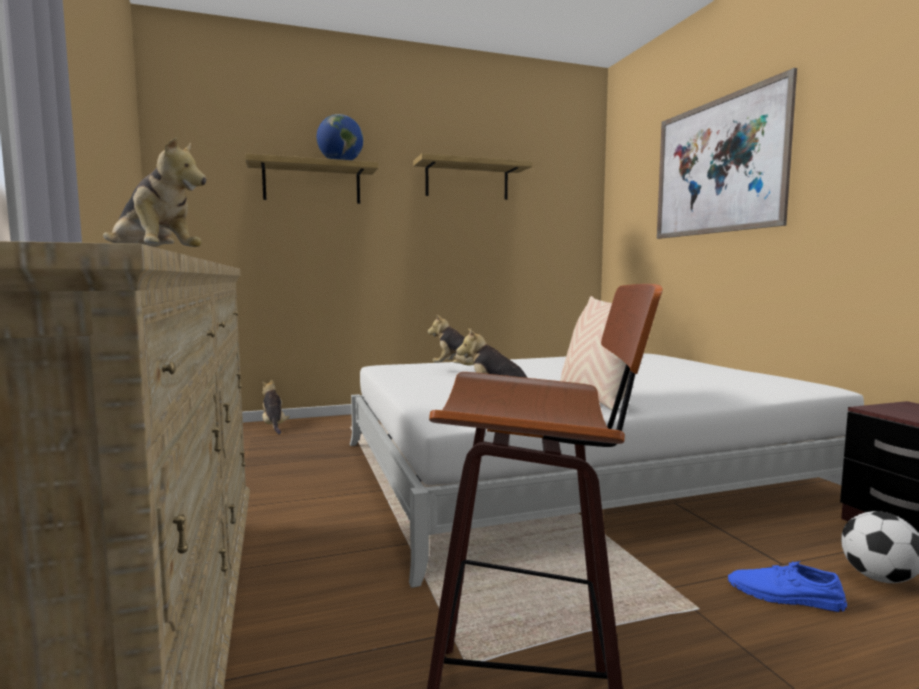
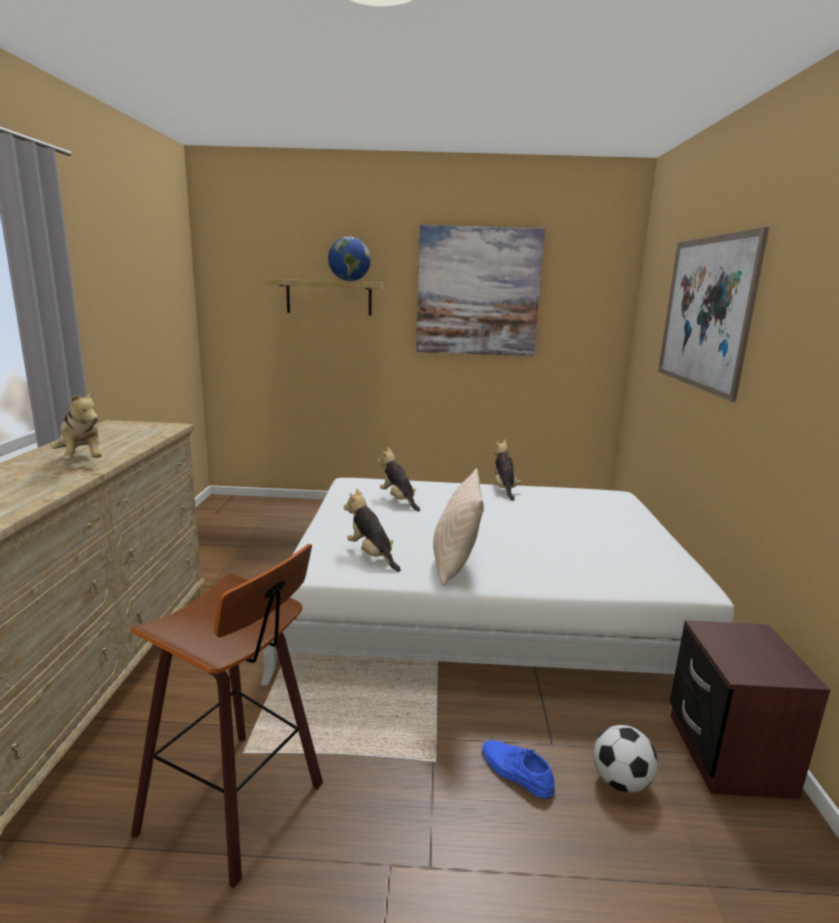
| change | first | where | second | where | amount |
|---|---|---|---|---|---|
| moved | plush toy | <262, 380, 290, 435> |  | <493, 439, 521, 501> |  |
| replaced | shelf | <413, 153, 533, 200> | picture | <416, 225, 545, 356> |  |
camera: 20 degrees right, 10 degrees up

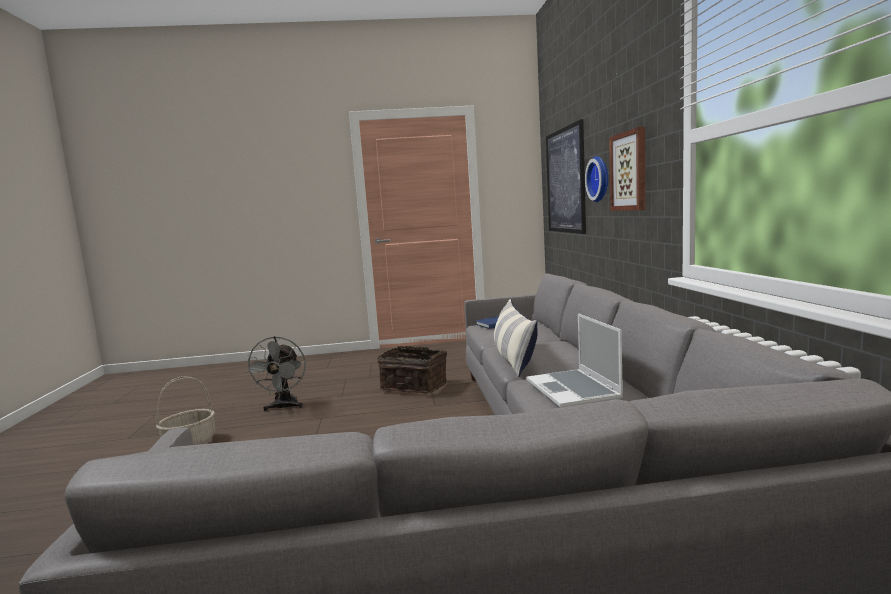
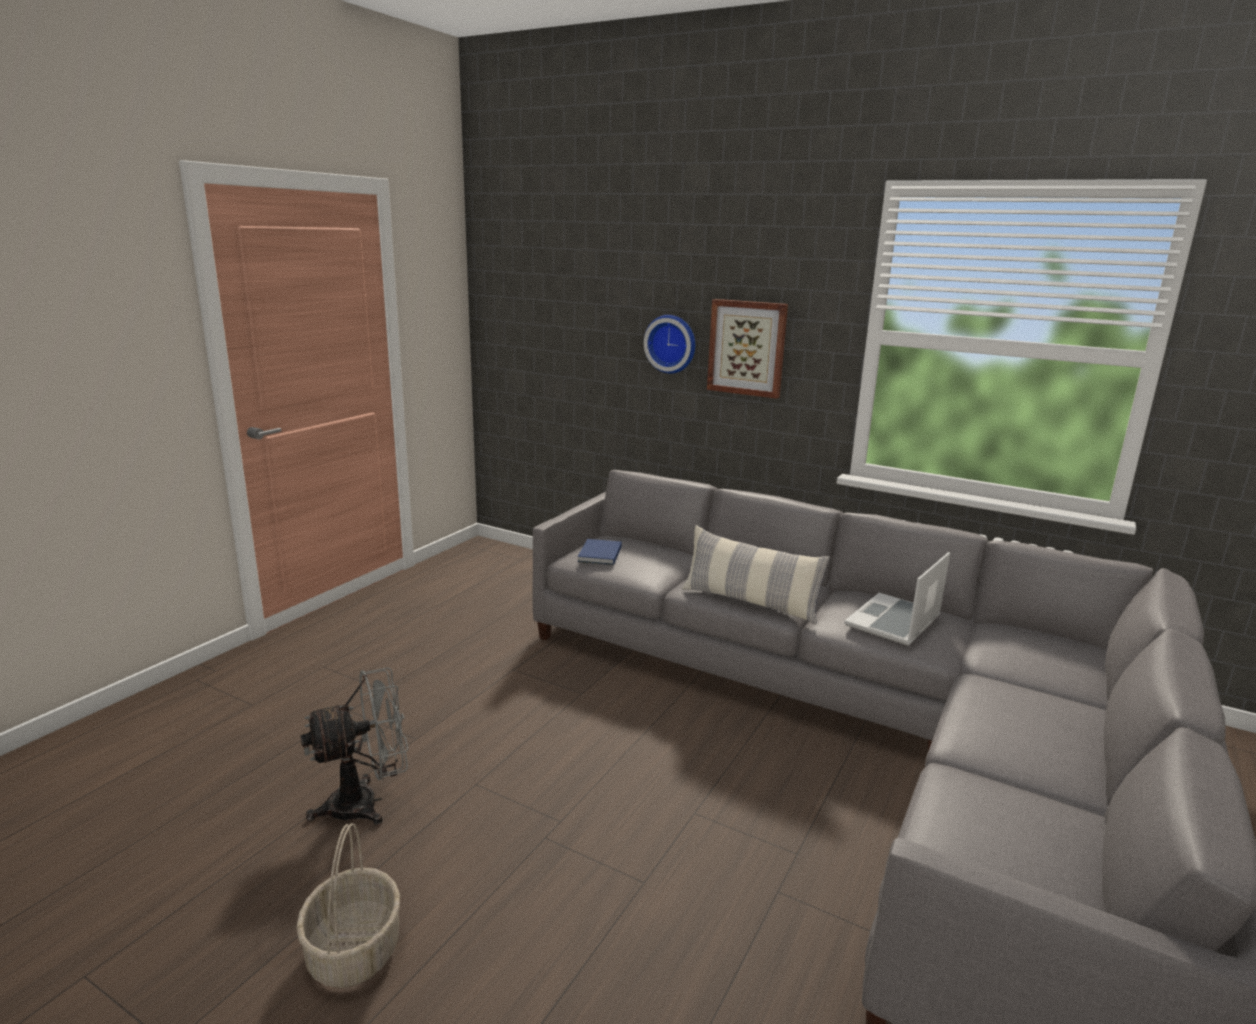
| change | first | where | second | where | amount |
|---|---|---|---|---|---|
| removed | basket | <378, 346, 447, 393> |  |  |  |
| removed | picture | <546, 119, 586, 234> |  |  |  |
| turned | grey fan | <245, 336, 306, 411> |  | <300, 668, 408, 826> | 60 degrees counterclockwise |
| turned | laptop | <526, 313, 623, 407> |  | <844, 552, 950, 646> | 105 degrees clockwise |
camera: 55 degrees left, 10 degrees up

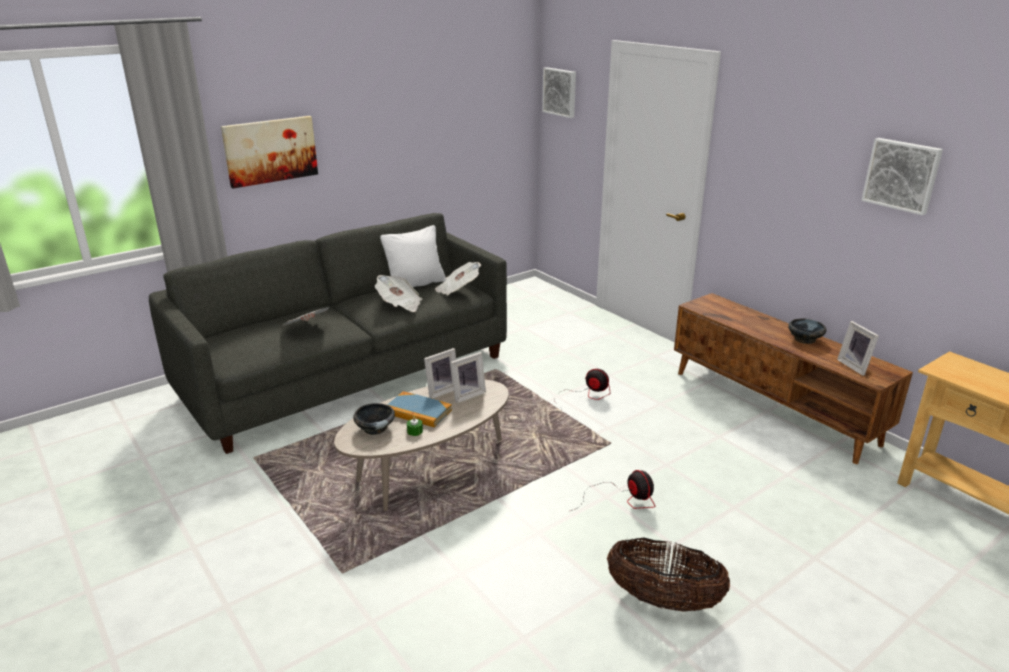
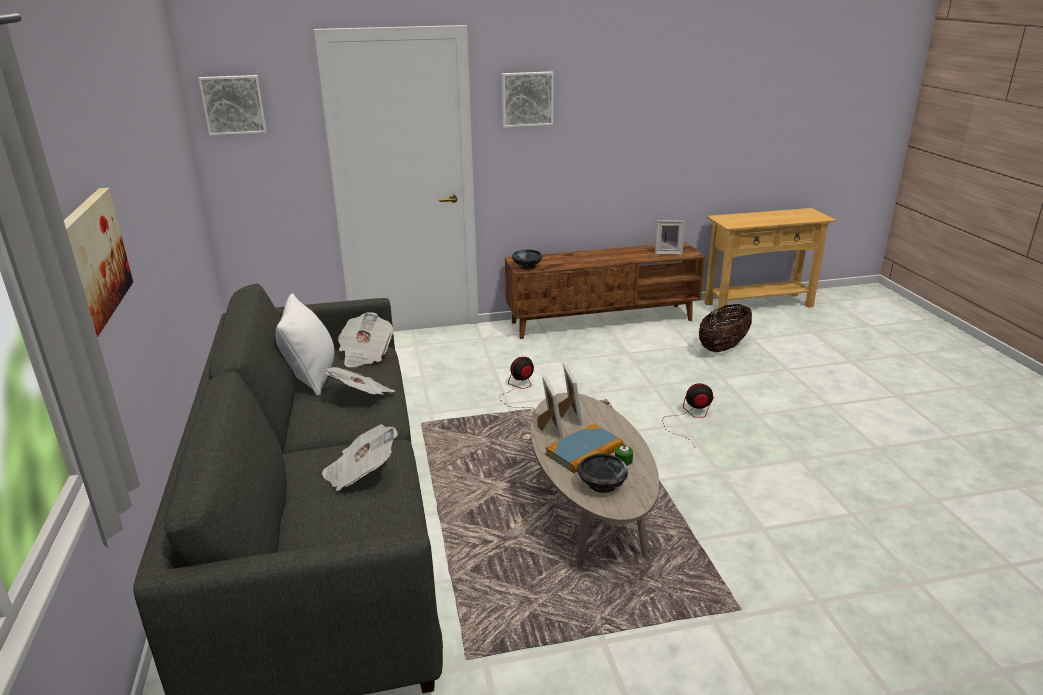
| change | first | where | second | where | amount |
|---|---|---|---|---|---|
| moved | basket | <607, 537, 730, 612> |  | <699, 304, 752, 352> |  |
| moved | black bowl | <788, 318, 827, 344> |  | <512, 249, 542, 270> |  |
| moved | picture | <861, 138, 943, 215> |  | <502, 71, 554, 128> |  |
camera: 65 degrees left, 0 degrees up

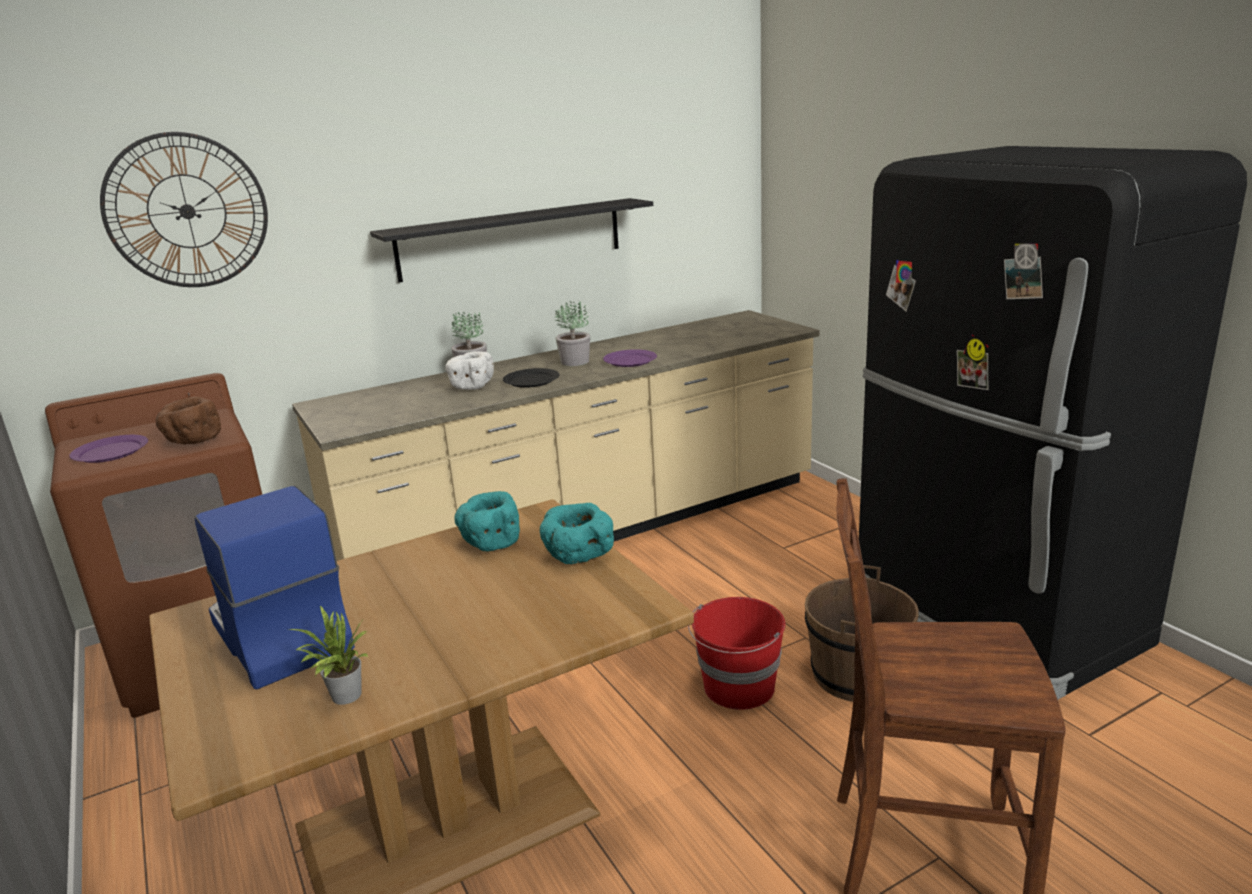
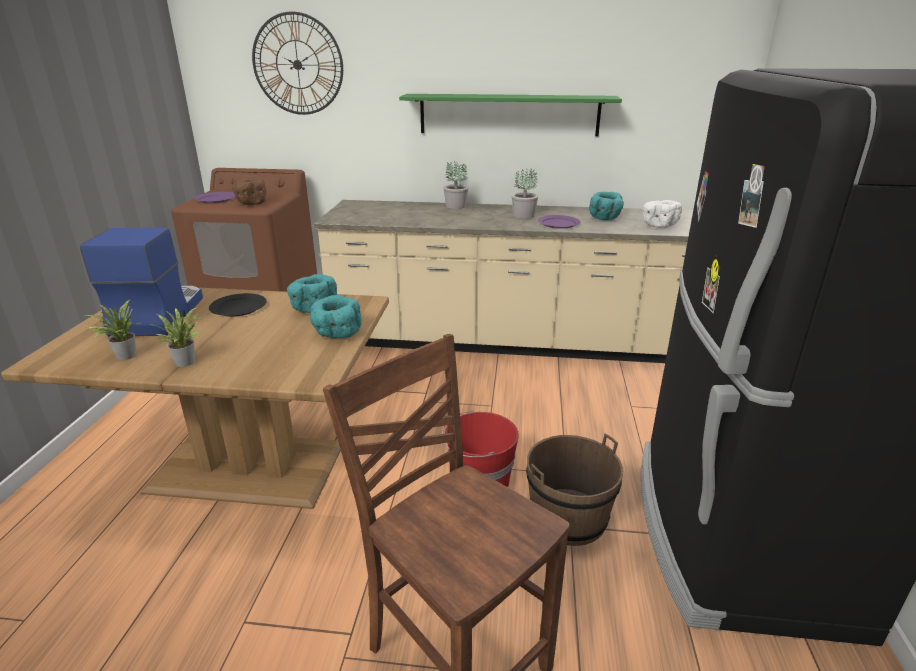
| change | first | where | second | where | amount |
|---|---|---|---|---|---|
| added |  |  | potted plant | <151, 307, 201, 367> |  |
| added |  |  | turquoise bowl | <589, 192, 624, 220> |  |
| moved | white bowl | <445, 351, 494, 390> |  | <643, 200, 682, 228> |  |
| moved | black plate | <503, 368, 560, 388> |  | <209, 293, 267, 317> |  |
| recoloured | black shelf | <370, 198, 653, 283> | green shelf | <399, 94, 622, 136> |  |
camera: 35 degrees right, 5 degrees up

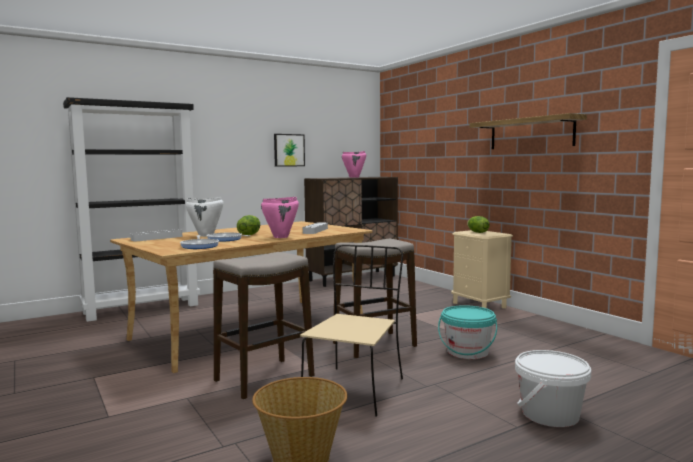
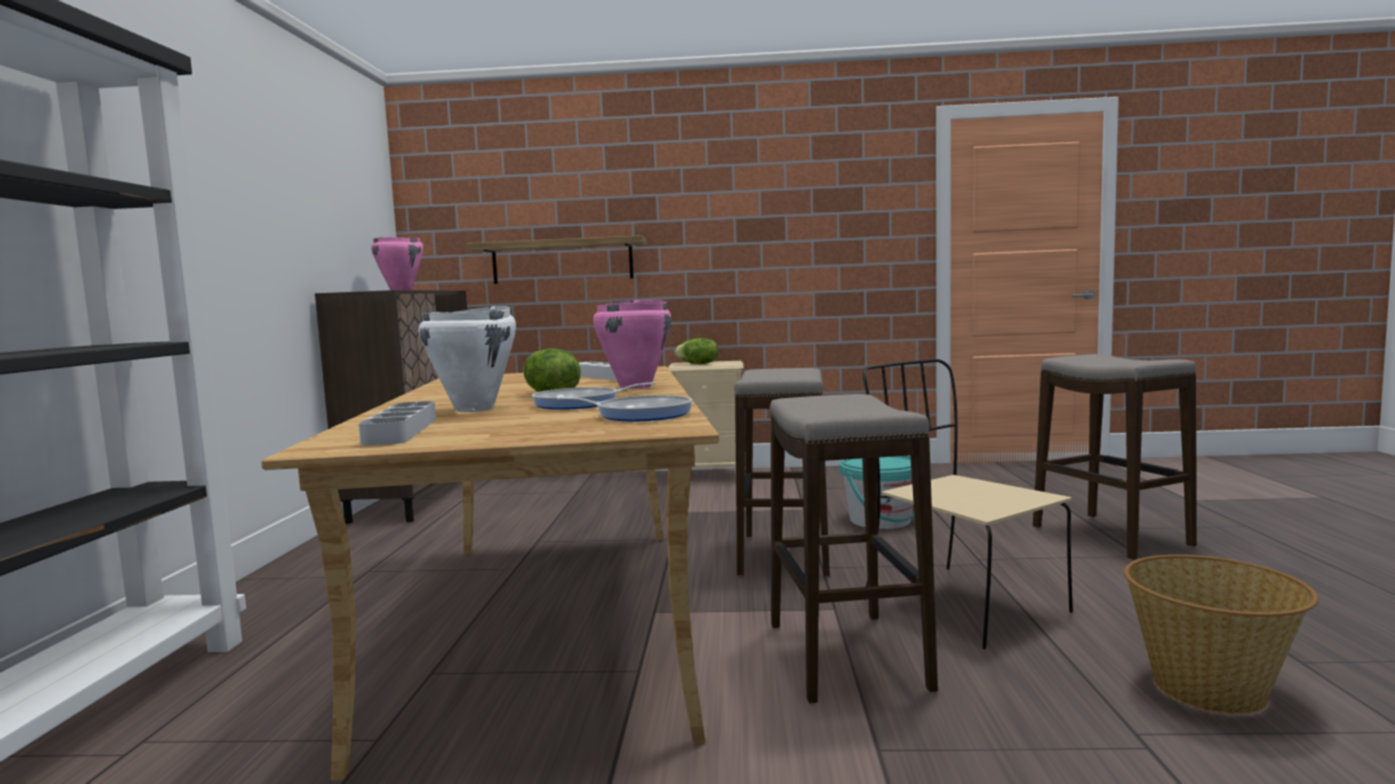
| change | first | where | second | where | amount |
|---|---|---|---|---|---|
| removed | picture | <274, 134, 305, 167> |  |  |  |
| moved | shelf | <469, 113, 587, 149> |  | <466, 235, 647, 284> |  |
| replaced | white bucket | <515, 350, 591, 427> | stool | <1033, 354, 1196, 560> |  |
camera: 55 degrees left, 0 degrees up

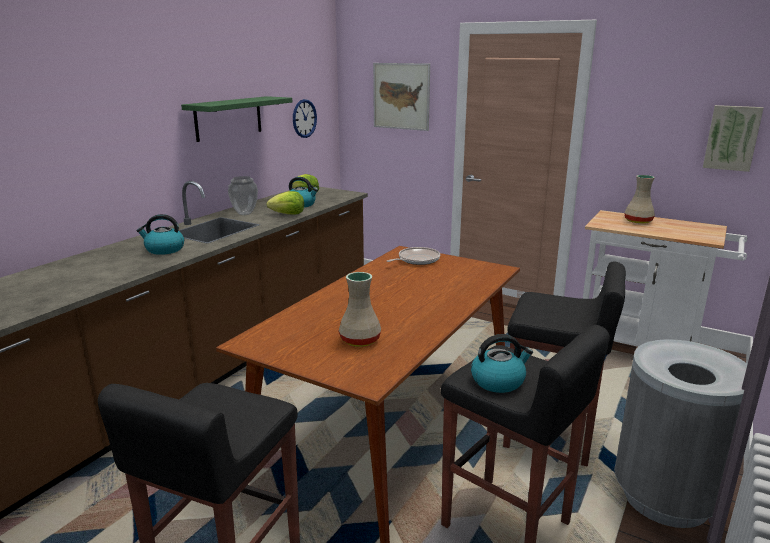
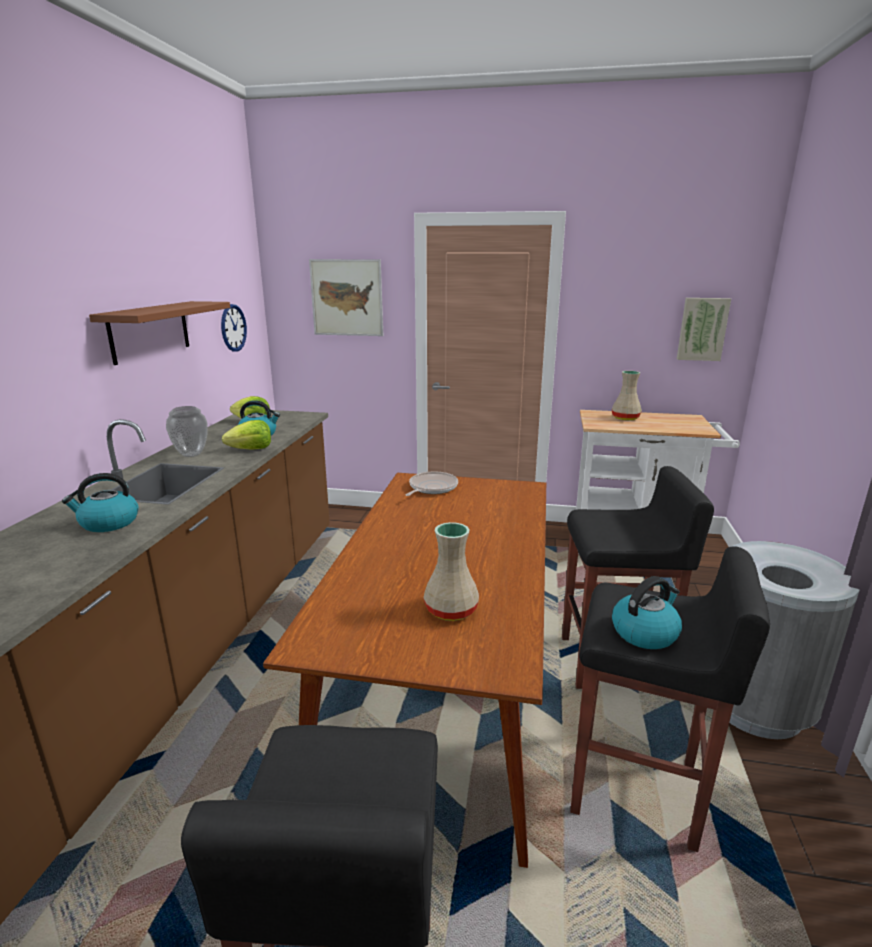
| change | first | where | second | where | amount |
|---|---|---|---|---|---|
| recoloured | green shelf | <181, 96, 292, 142> | brown shelf | <89, 301, 230, 365> |  |
camera: 20 degrees left, 0 degrees up

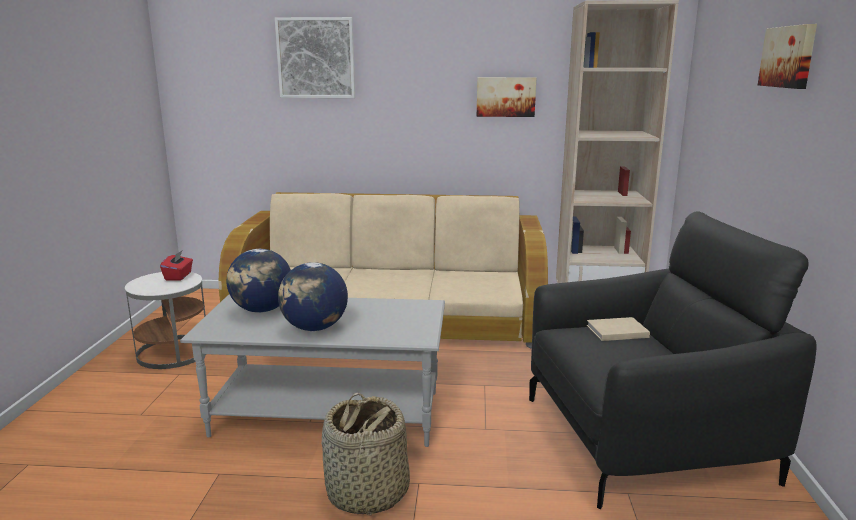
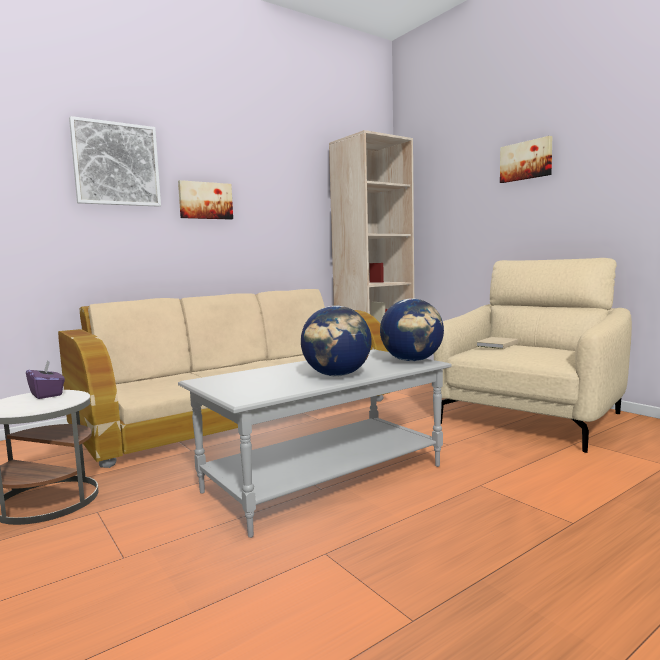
| change | first | where | second | where | amount |
|---|---|---|---|---|---|
| removed | basket | <321, 392, 410, 515> |  |  |  |
| moved | globe | <226, 249, 291, 313> |  | <380, 298, 444, 362> |  |
| moved | picture | <477, 77, 536, 117> |  | <178, 180, 233, 220> |  |
| recoloured | red tissue box | <160, 251, 193, 281> | purple tissue box | <26, 360, 65, 399> |  |
| recoloured | black armchair | <529, 212, 816, 509> | beige armchair | <434, 258, 632, 453> |  |
camera: 40 degrees left, 10 degrees down

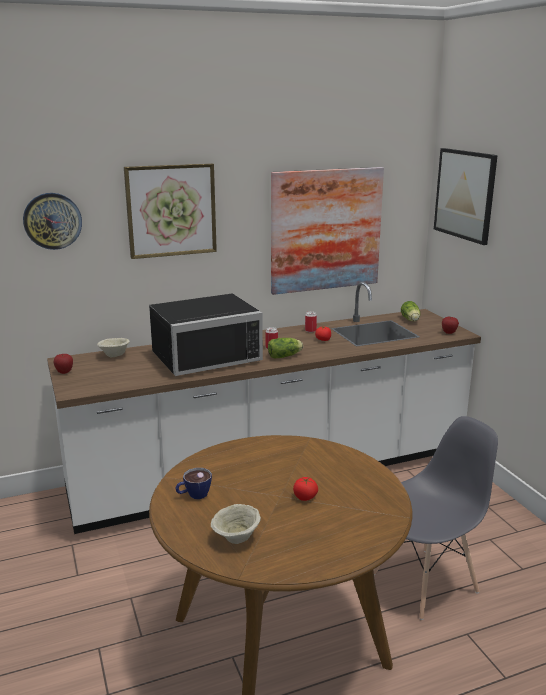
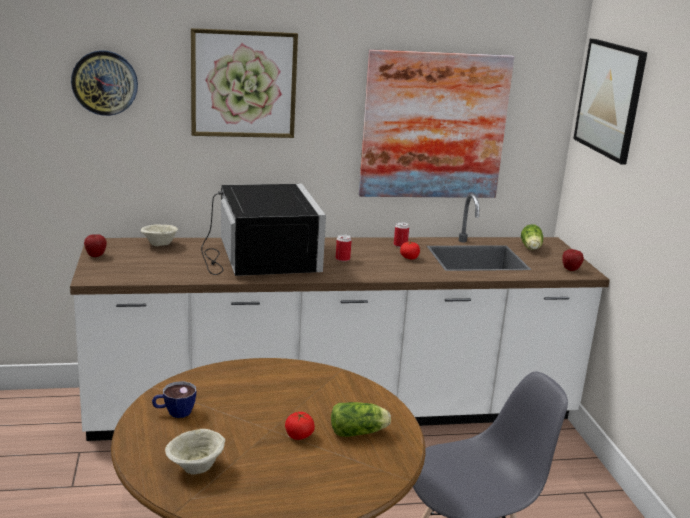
| change | first | where | second | where | amount |
|---|---|---|---|---|---|
| moved | lettuce | <268, 338, 303, 359> |  | <331, 402, 391, 437> |  |
| turned | black microwave | <149, 293, 263, 376> |  | <201, 184, 326, 276> | 90 degrees counterclockwise |
camera: 10 degrees right, 0 degrees up

